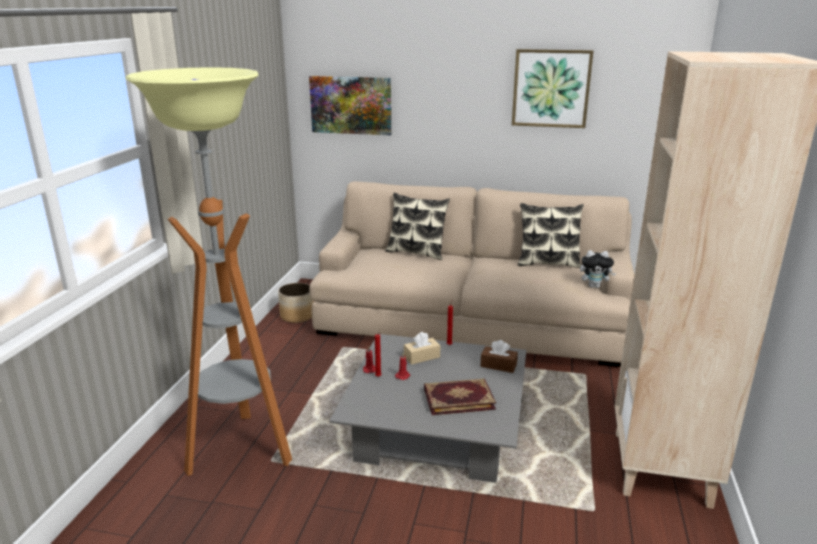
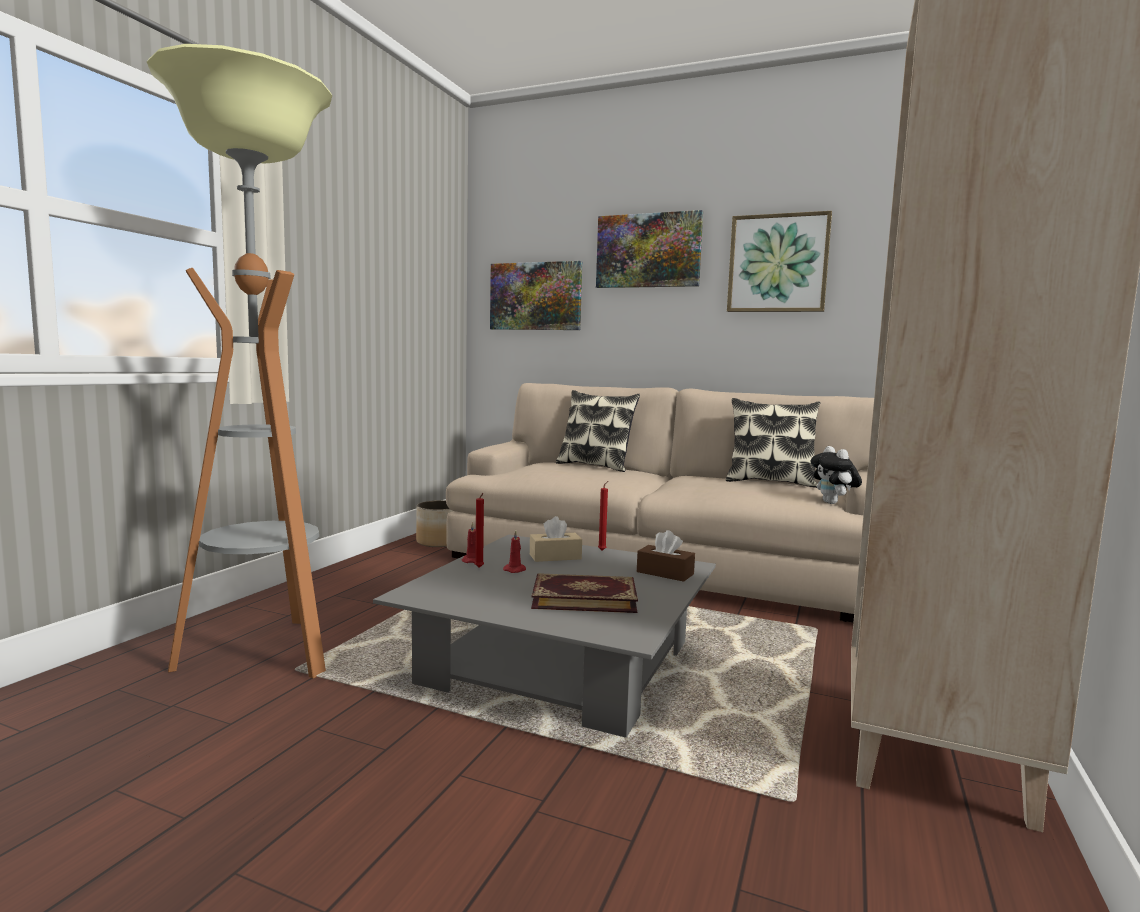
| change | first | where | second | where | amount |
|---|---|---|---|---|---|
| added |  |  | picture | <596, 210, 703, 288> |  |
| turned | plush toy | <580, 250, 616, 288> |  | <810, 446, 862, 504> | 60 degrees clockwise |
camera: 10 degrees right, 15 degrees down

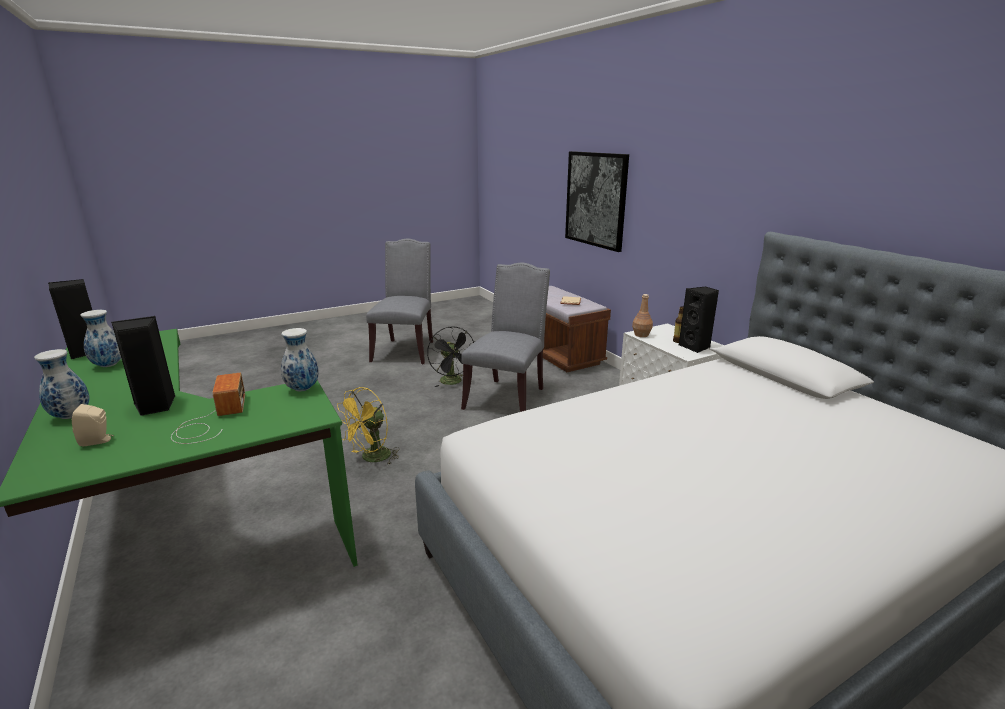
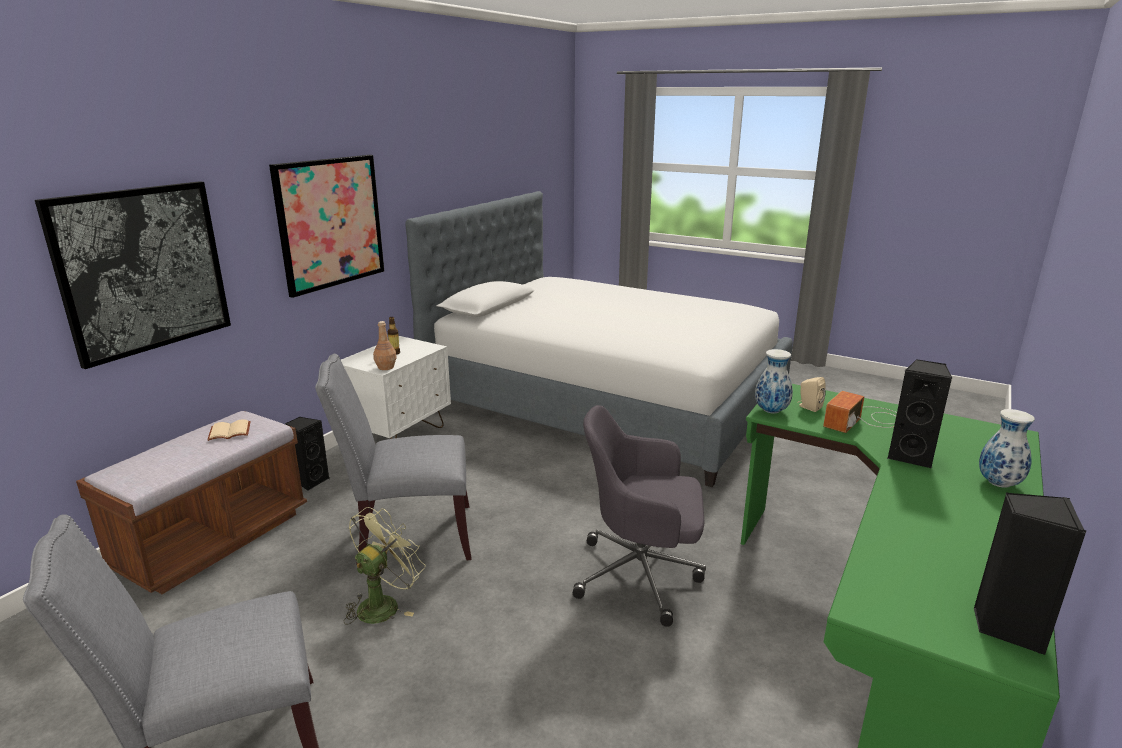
| change | first | where | second | where | amount |
|---|---|---|---|---|---|
| removed | vase | <81, 310, 121, 367> |  |  |  |
| added |  |  | picture | <269, 155, 384, 298> |  |
| moved | beige speaker | <72, 404, 114, 447> |  | <797, 377, 826, 412> |  |
| moved | black speaker | <679, 287, 719, 353> |  | <285, 417, 329, 491> |  |
| replaced | yellow fan | <337, 387, 399, 465> | grey office chair | <573, 405, 706, 627> |  |
| recoloured | black fan | <427, 326, 476, 387> | green fan | <344, 507, 425, 625> |  |
camera: 120 degrees left, 0 degrees up

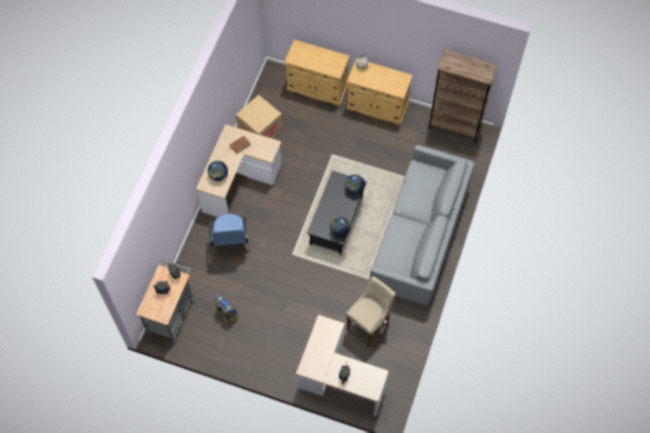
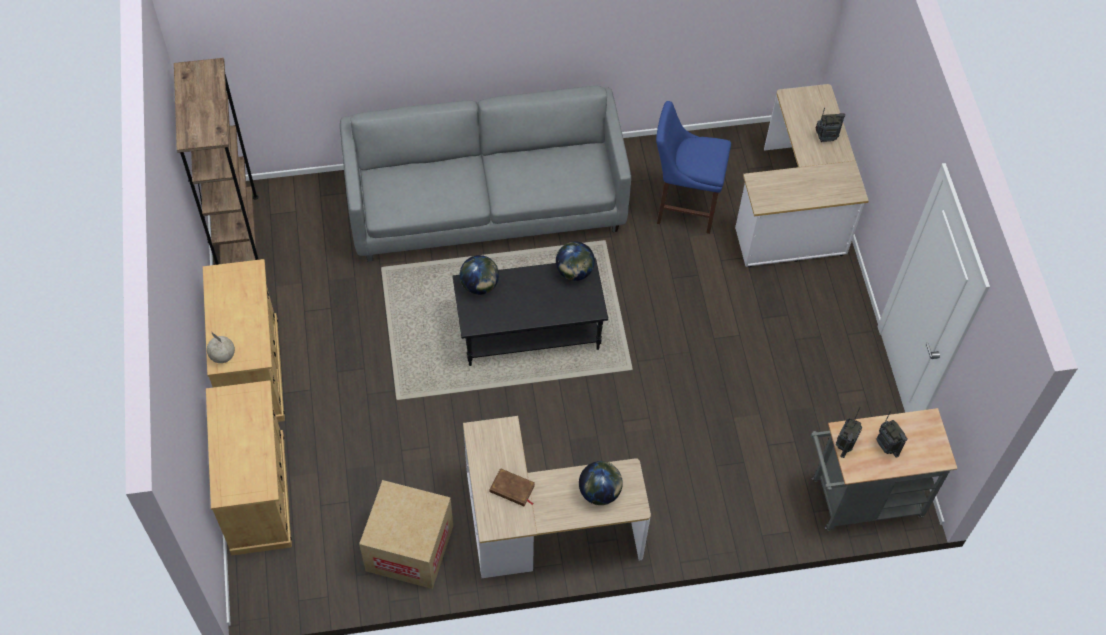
| change | first | where | second | where | amount |
|---|---|---|---|---|---|
| removed | blue office chair | <209, 214, 249, 262> |  |  |  |
| removed | backpack | <215, 294, 238, 324> |  |  |  |
| recoloured | beige stool | <346, 276, 396, 347> | blue stool | <656, 101, 731, 234> |  |
camera: 120 degrees left, 5 degrees down

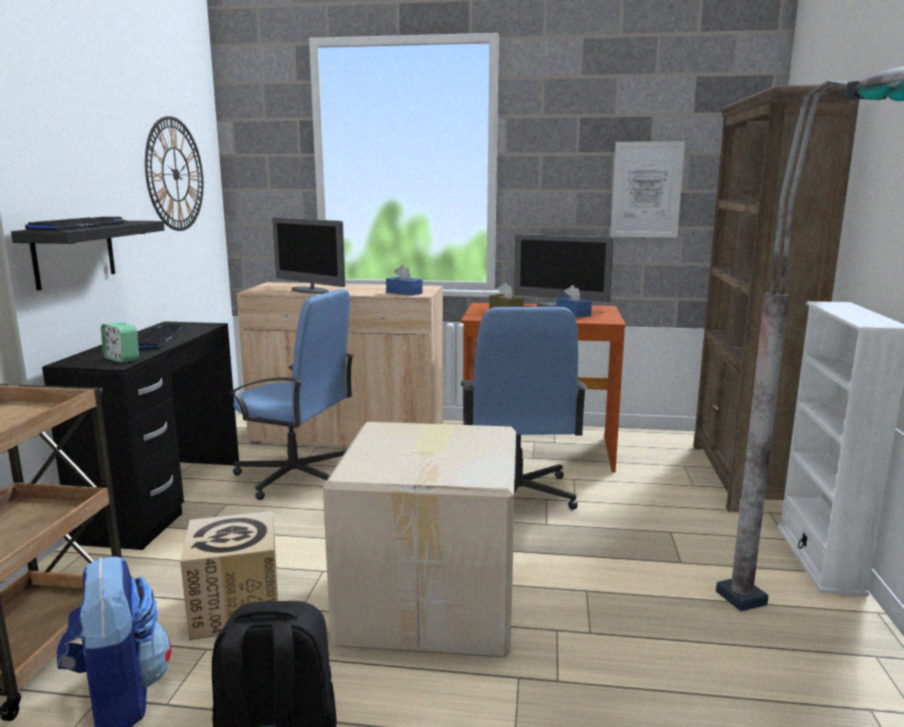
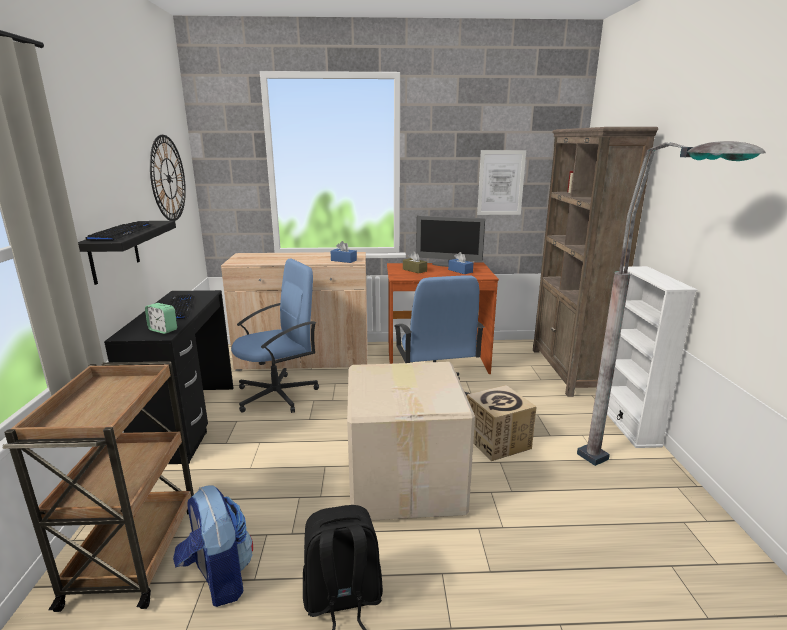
| change | first | where | second | where | amount |
|---|---|---|---|---|---|
| removed | monitor | <272, 218, 345, 294> |  |  |  |
| moved | cardboard box | <180, 511, 278, 640> |  | <467, 385, 537, 461> |  |
| turned | blue office chair | <229, 289, 354, 500> |  | <231, 258, 319, 413> | 45 degrees counterclockwise |
camera: 10 degrees left, 5 degrees up

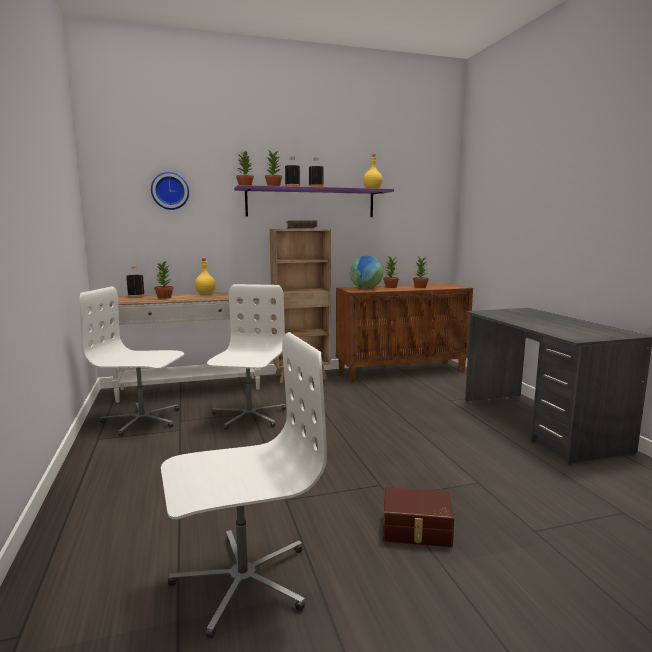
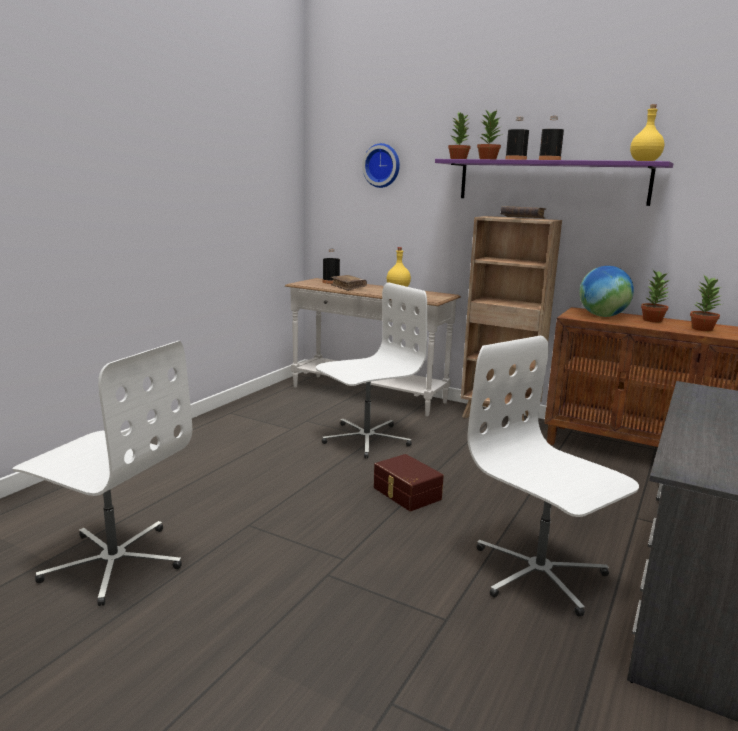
| change | first | where | second | where | amount |
|---|---|---|---|---|---|
| moved | white office chair | <79, 287, 184, 436> |  | <467, 336, 639, 617> |  |
| moved | brown storage box | <383, 487, 455, 547> |  | <374, 454, 444, 511> |  |
| replaced | potted plant | <154, 261, 173, 299> | brown book | <331, 275, 367, 291> |  |
camera: 45 degrees right, 5 degrees up

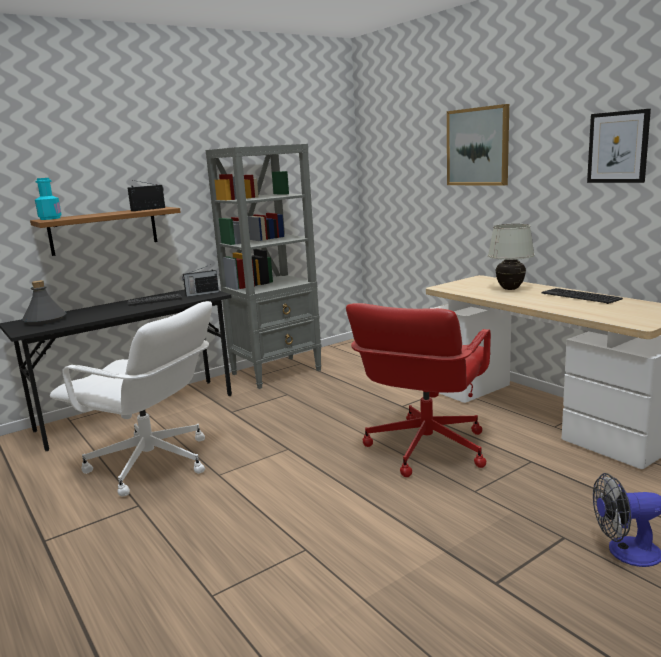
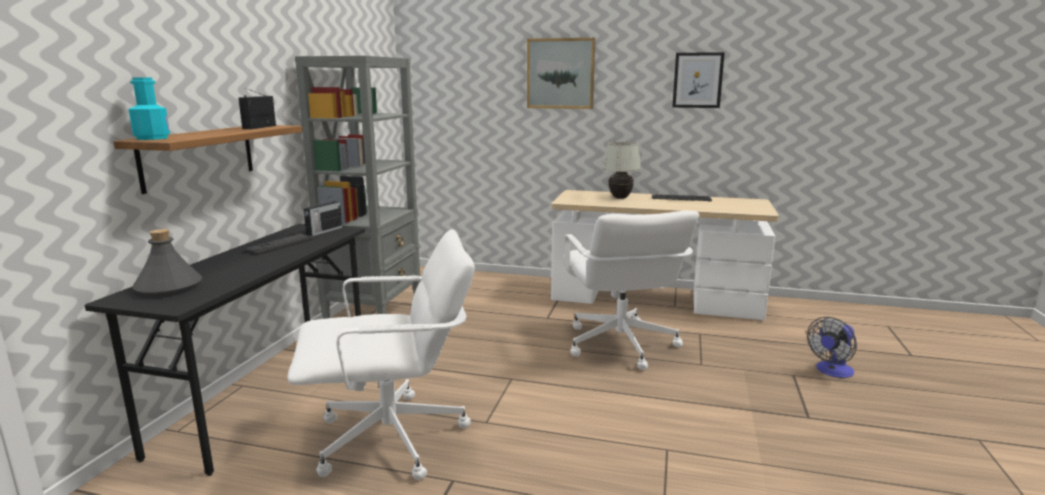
| change | first | where | second | where | amount |
|---|---|---|---|---|---|
| recoloured | red office chair | <346, 303, 491, 477> | white office chair | <563, 211, 699, 370> |  |
camera: 40 degrees left, 0 degrees up

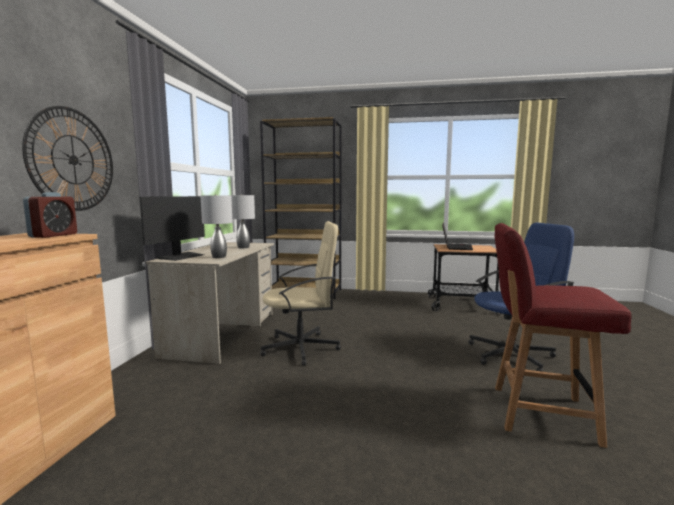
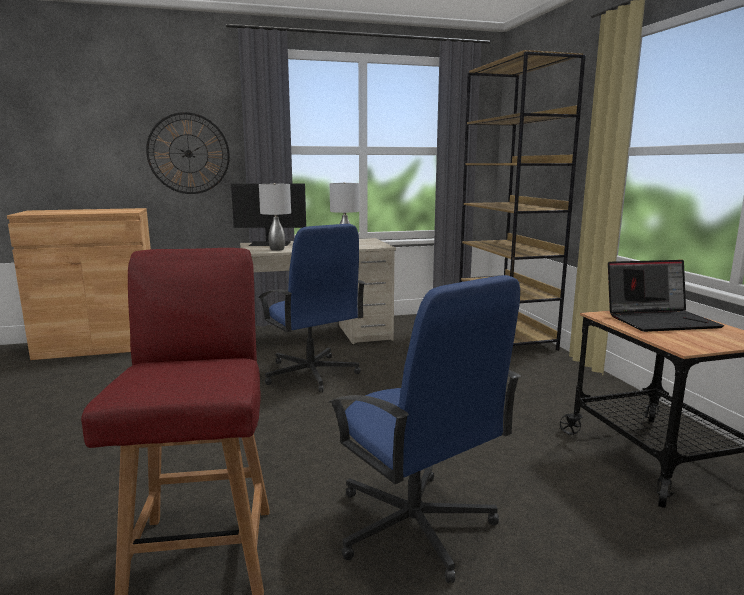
| change | first | where | second | where | amount |
|---|---|---|---|---|---|
| removed | alarm clock | <23, 192, 77, 238> |  |  |  |
| recoloured | beige office chair | <260, 221, 341, 365> | blue office chair | <258, 224, 365, 392> |  |
camera: 65 degrees right, 5 degrees up

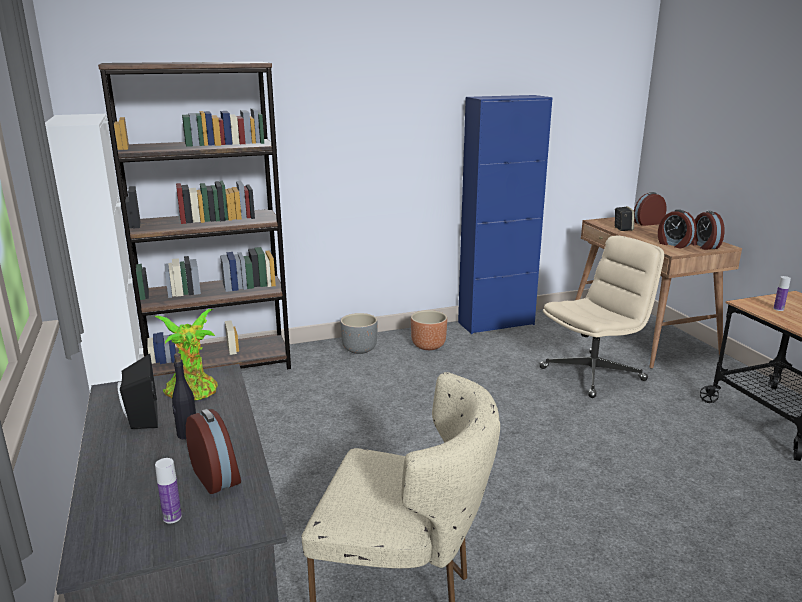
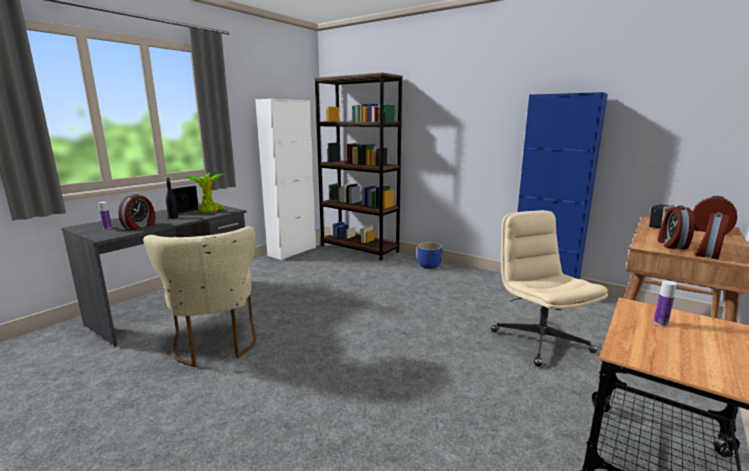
| change | first | where | second | where | amount |
|---|---|---|---|---|---|
| removed | brown planter | <411, 310, 447, 350> |  |  |  |
| recoloured | grey planter | <341, 313, 378, 354> | blue planter | <417, 242, 442, 269> |  |
| turned | beige office chair | <539, 236, 664, 398> |  | <491, 210, 608, 367> | 135 degrees counterclockwise |
camera: 55 degrees right, 5 degrees down

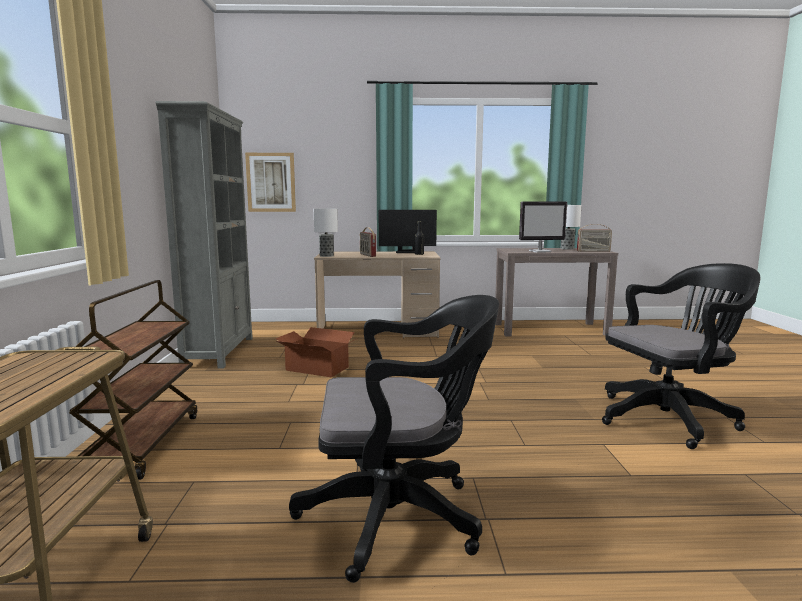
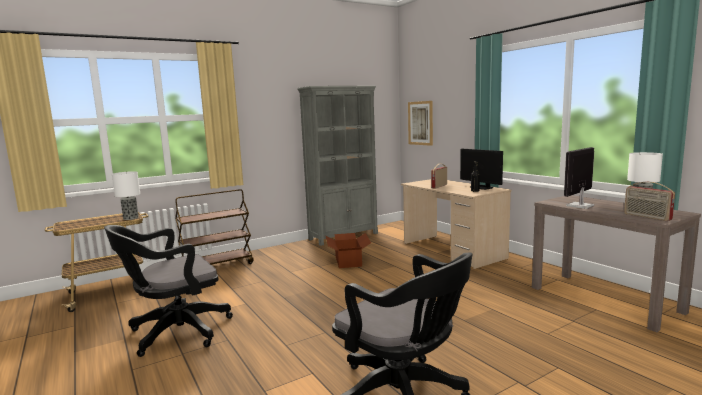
| change | first | where | second | where | amount |
|---|---|---|---|---|---|
| moved | table lamp | <314, 208, 338, 257> |  | <112, 171, 140, 220> |  |
| turned | black office chair | <289, 295, 499, 583> |  | <104, 225, 233, 357> | 90 degrees clockwise |
| turned | monitor | <519, 201, 567, 253> |  | <564, 147, 595, 209> | 90 degrees clockwise |
camera: 60 degrees right, 0 degrees up

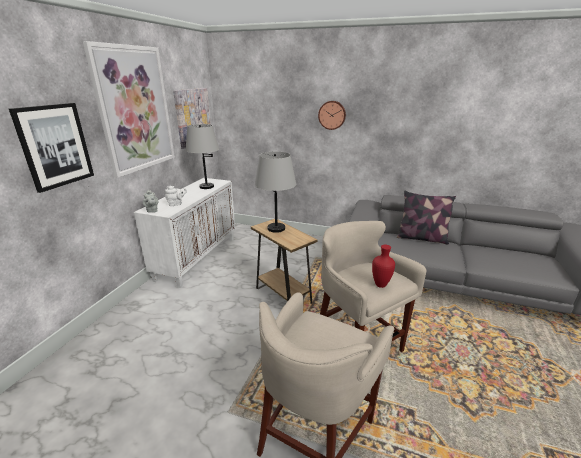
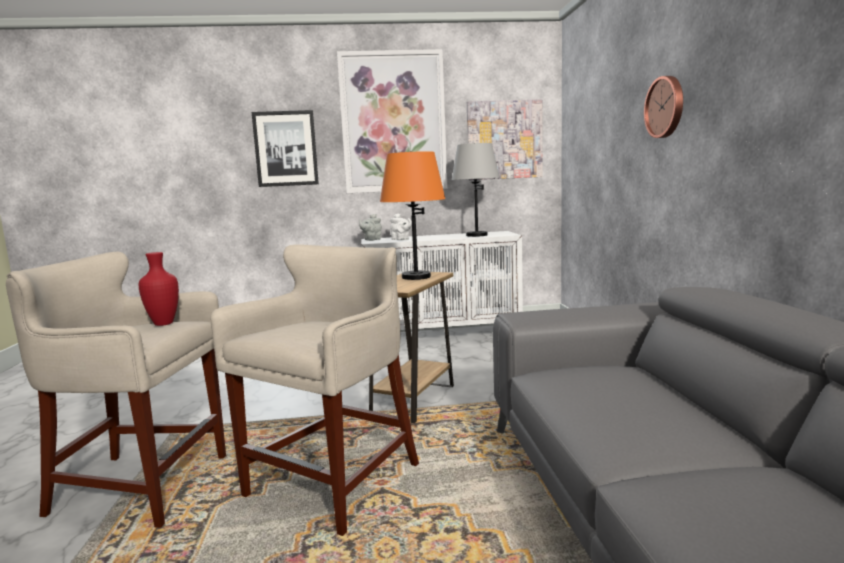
| change | first | where | second | where | amount |
|---|---|---|---|---|---|
| removed | pillow | <397, 191, 456, 244> |  |  |  |
| moved | red vase | <372, 245, 395, 288> |  | <139, 252, 179, 326> |  |
| recoloured | grey table lamp | <255, 152, 296, 233> | orange table lamp | <380, 151, 446, 280> |  |
camera: 65 degrees right, 15 degrees down

